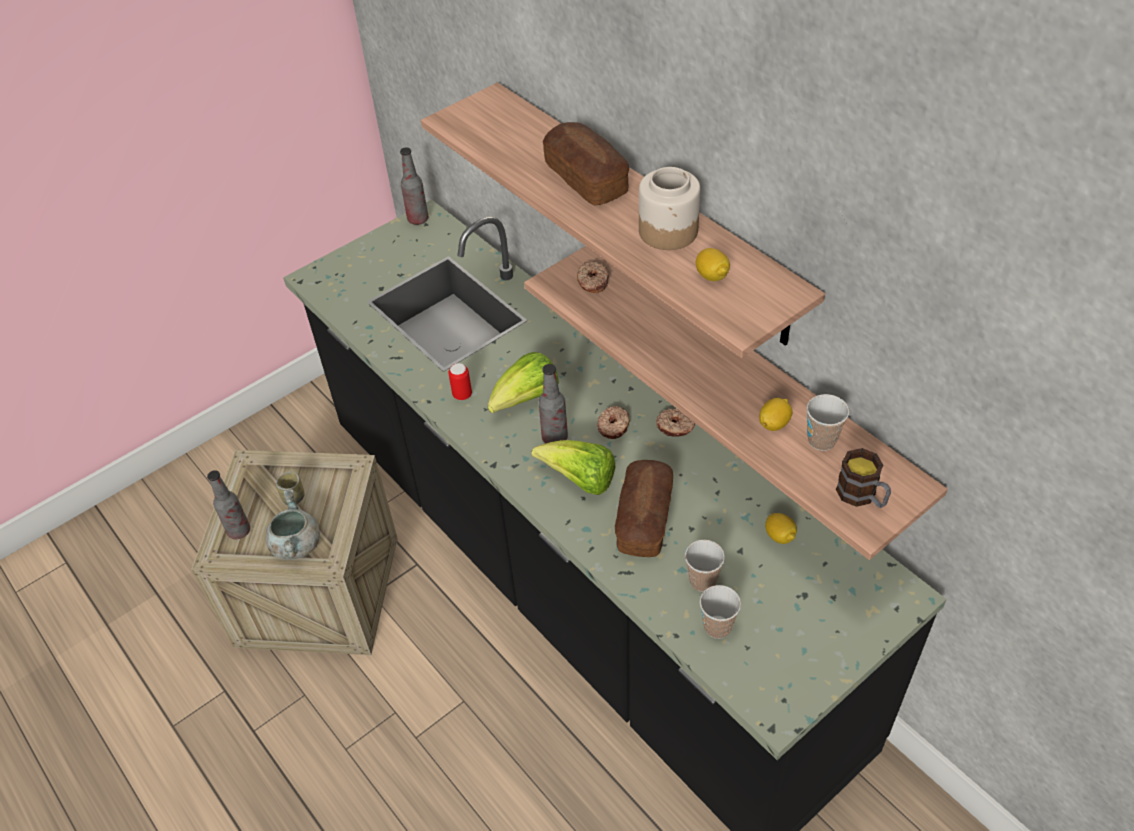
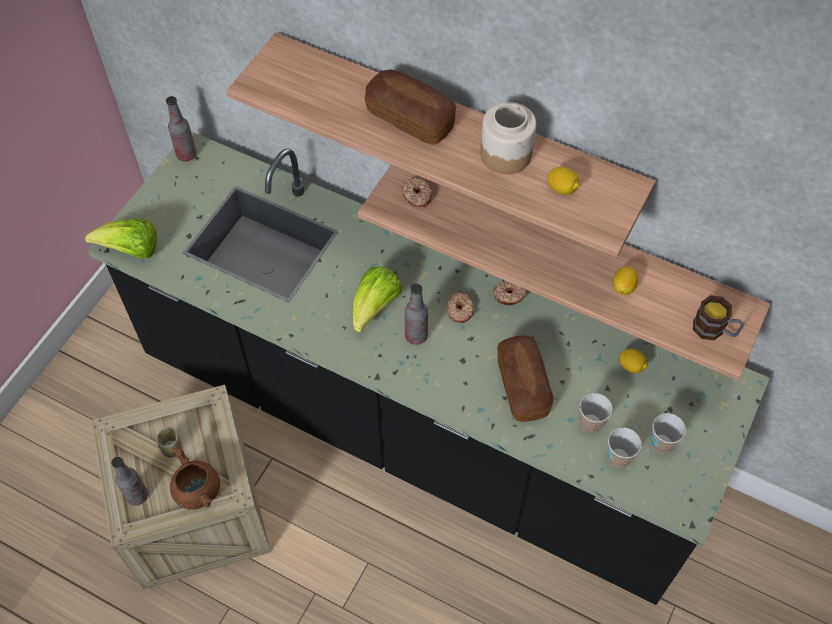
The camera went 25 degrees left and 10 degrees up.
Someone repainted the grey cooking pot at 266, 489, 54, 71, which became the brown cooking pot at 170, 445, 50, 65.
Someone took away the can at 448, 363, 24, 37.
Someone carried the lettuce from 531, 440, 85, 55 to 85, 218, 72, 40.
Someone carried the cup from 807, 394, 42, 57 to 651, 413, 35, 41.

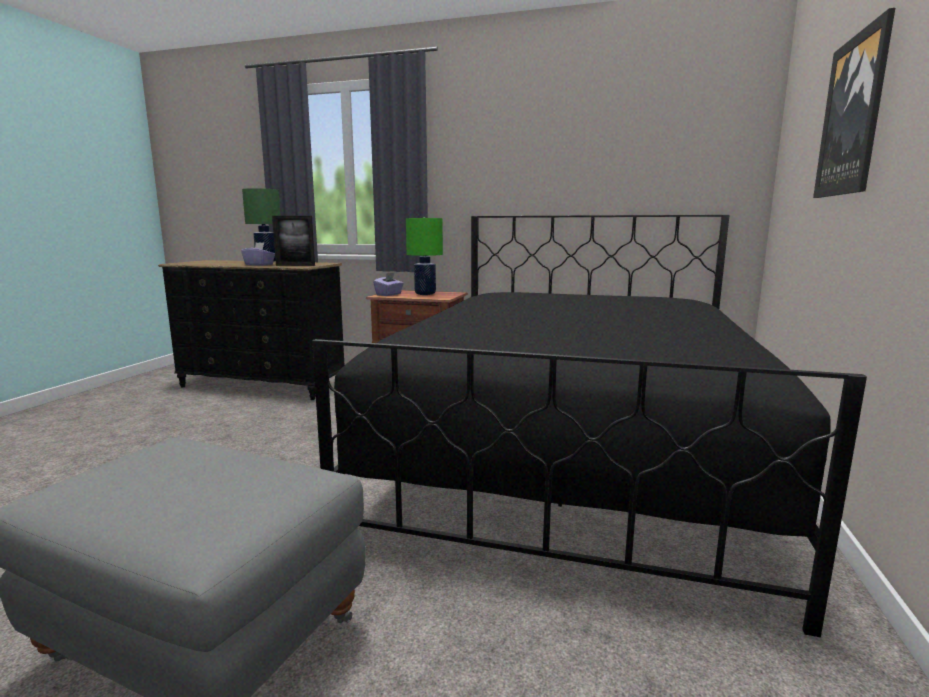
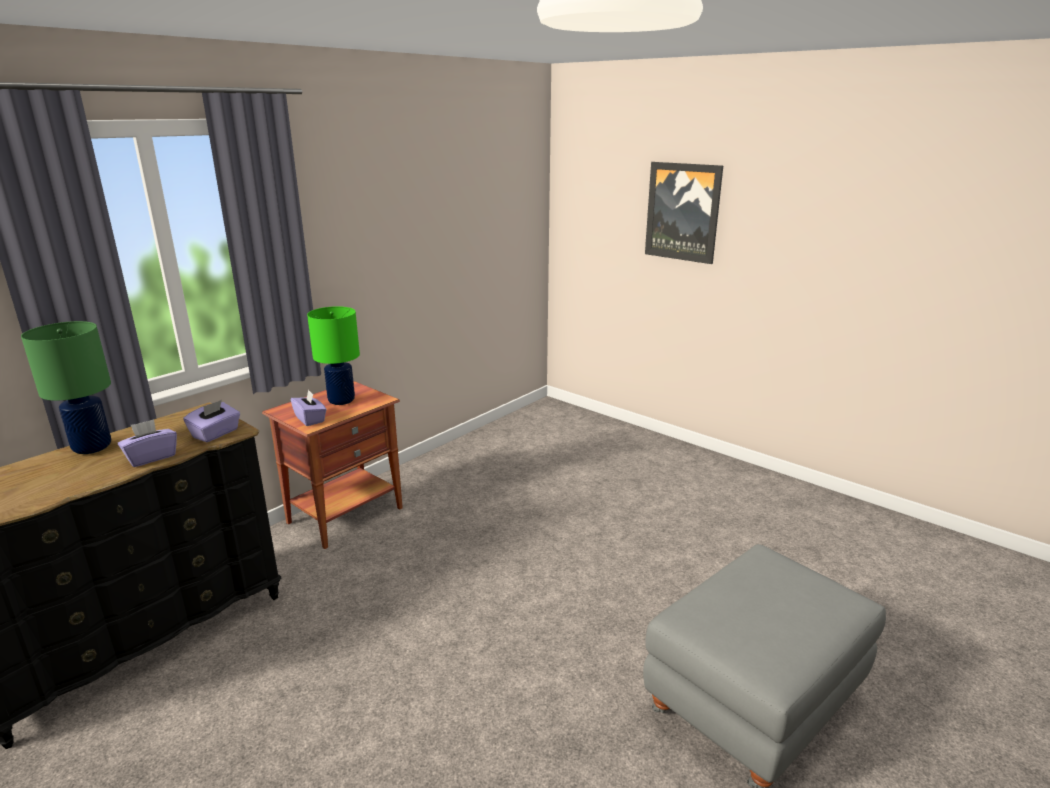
The camera went 65 degrees left and 10 degrees up.
Someone swapped the picture frame at 272, 216, 43, 50 for the purple tissue box at 183, 400, 57, 42.
Someone took away the black bed at 312, 215, 555, 422.

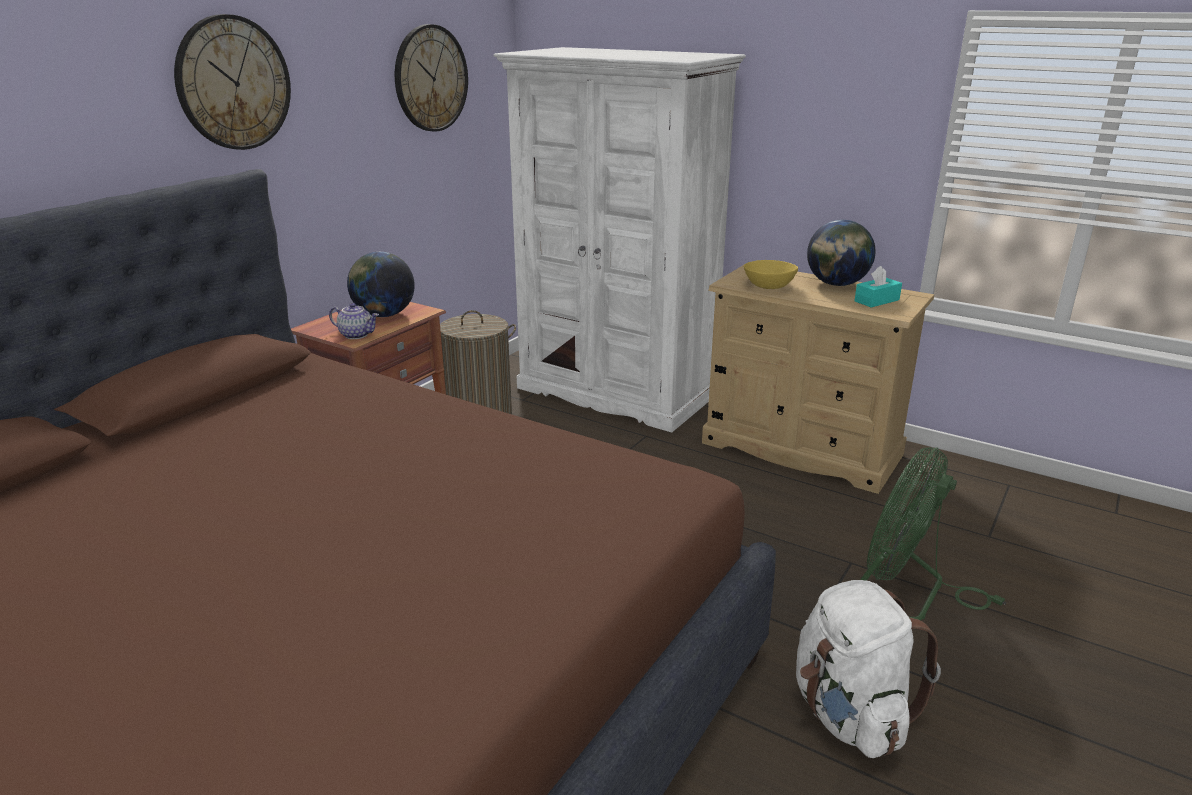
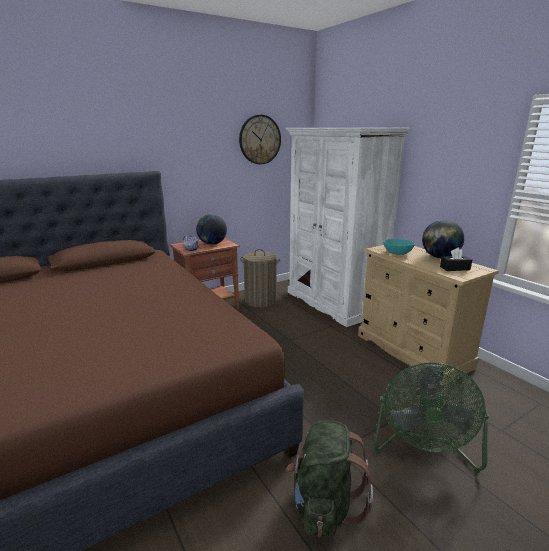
The camera went 25 degrees right and 5 degrees down.
Someone took away the wall clock at 174, 14, 117, 136.
Someone repainted the yellow bowl at 744, 260, 54, 29, which became the turquoise bowl at 383, 239, 32, 16.
Someone repainted the white backpack at 796, 580, 145, 178, which became the green backpack at 287, 420, 86, 117.
Someone repainted the turquoise tissue box at 855, 266, 47, 42, which became the black tissue box at 440, 248, 32, 23.
Someone rotated the green fan at 860, 447, 147, 173 by 135 degrees counterclockwise.

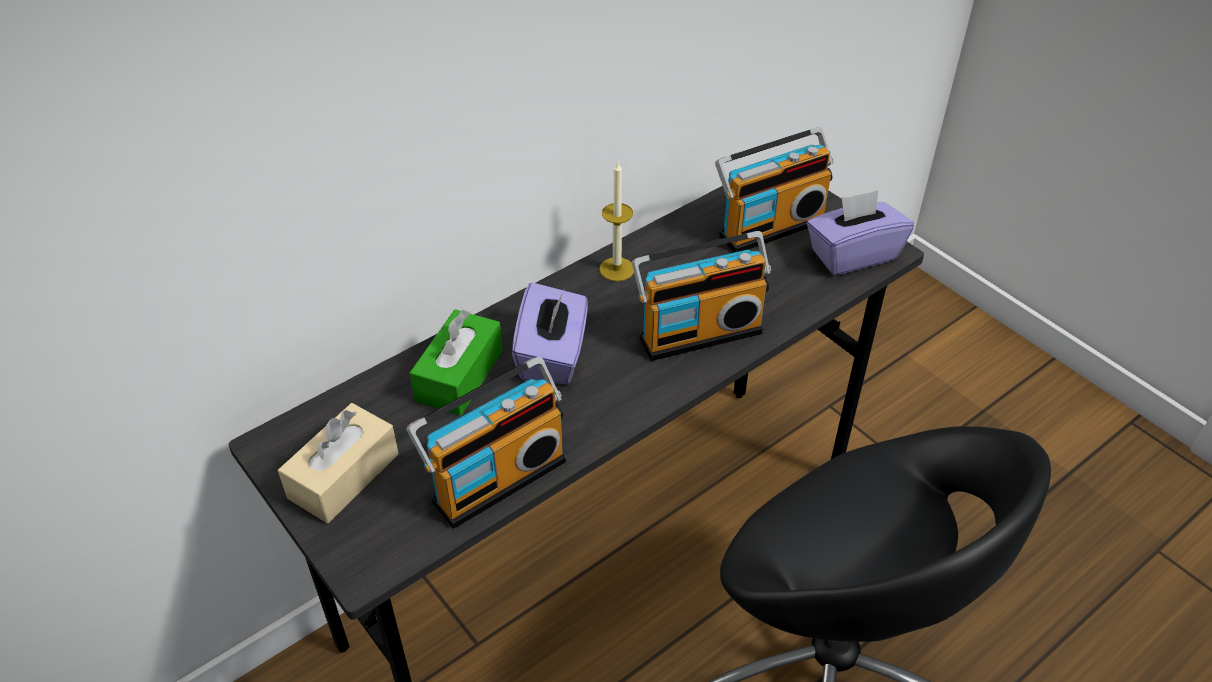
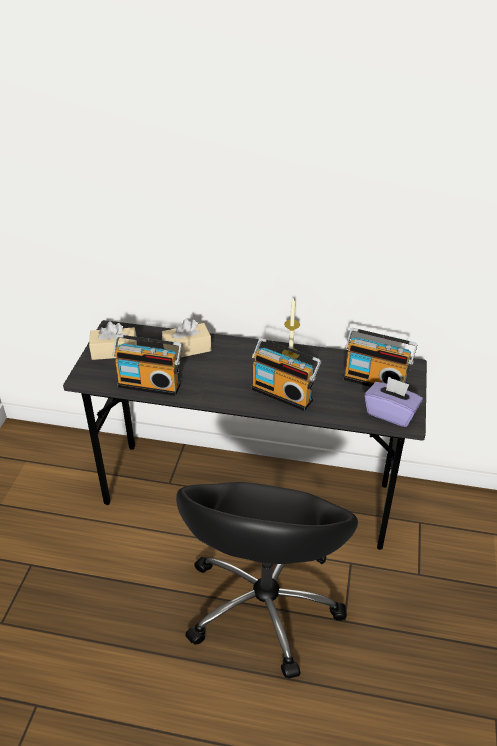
The camera went 50 degrees right and 5 degrees down.
Someone repainted the green tissue box at 410, 309, 93, 107, which became the beige tissue box at 162, 319, 49, 39.
Someone took away the purple tissue box at 512, 282, 76, 102.

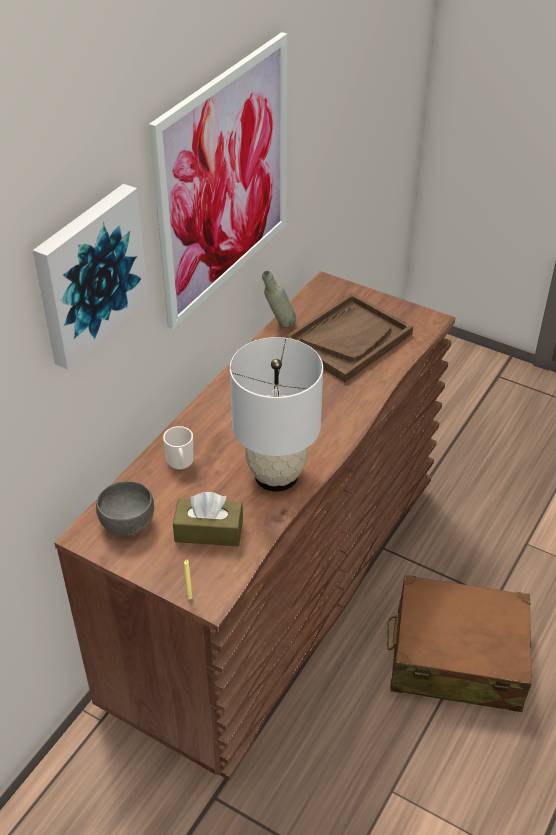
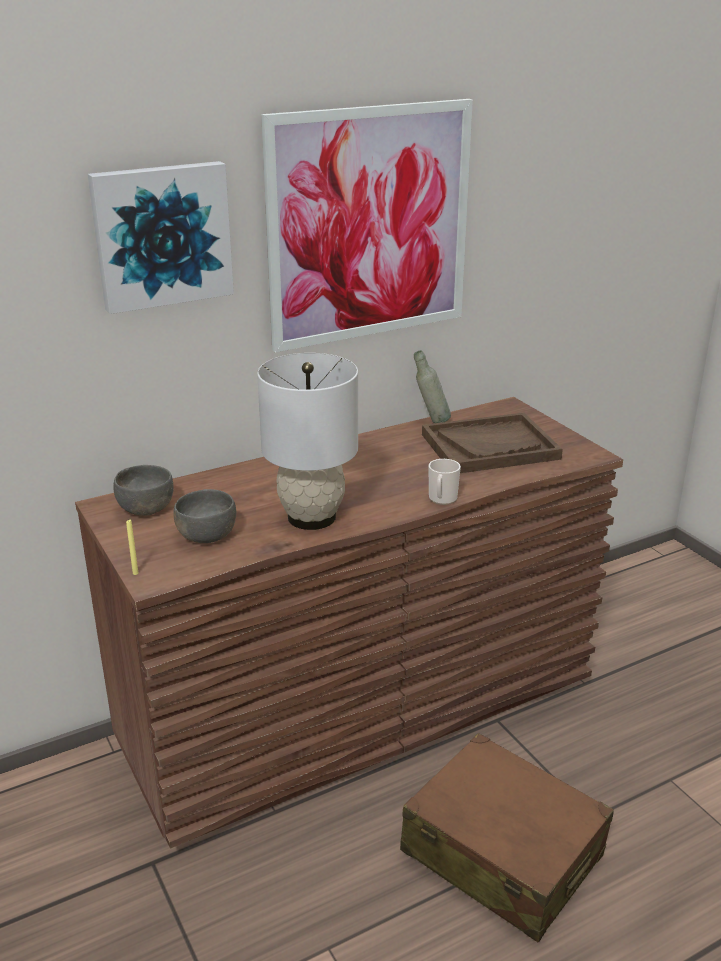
The camera went 30 degrees right and 15 degrees down.
Someone carried the mug from 163, 426, 31, 44 to 428, 459, 33, 46.
Someone swapped the brown tissue box at 173, 492, 70, 54 for the grey bowl at 173, 489, 63, 54.

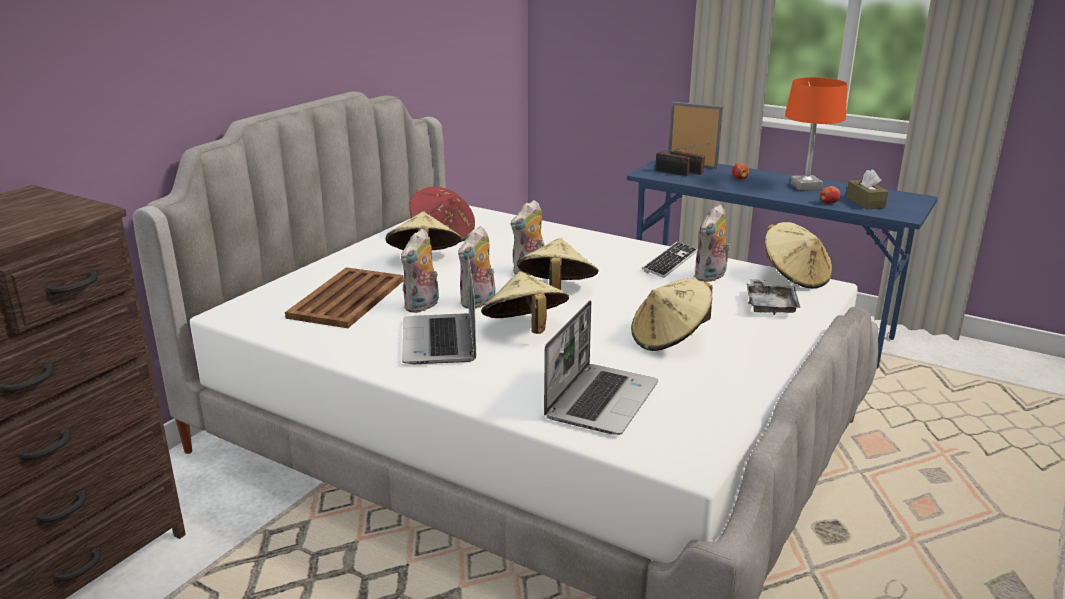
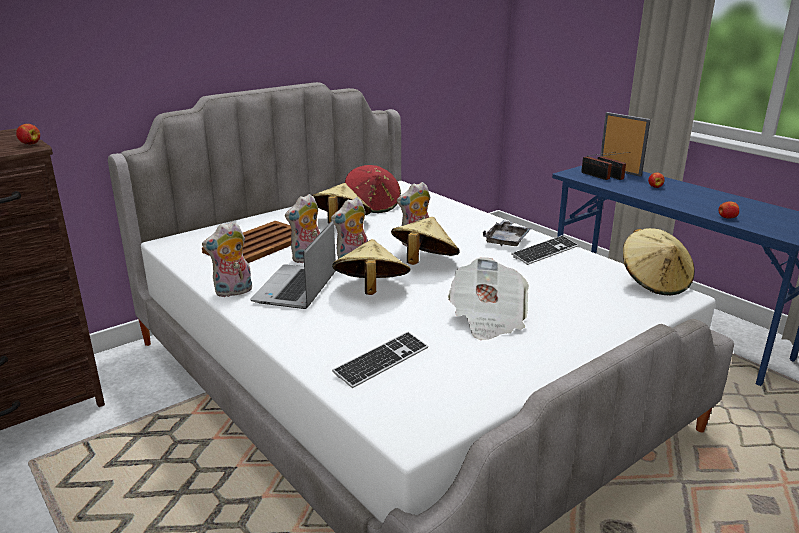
The camera went 20 degrees right and 0 degrees up.
Someone swapped the laptop at 544, 300, 114, 135 for the keyboard at 332, 332, 96, 56.
Someone swapped the beige hat at 631, 278, 81, 73 for the newspaper at 448, 257, 81, 83.
Someone carried the plush toy from 694, 204, 37, 78 to 202, 221, 50, 77.
Someone carried the grey tray from 747, 279, 53, 36 to 483, 220, 49, 26.
Someone took away the orange table lamp at 785, 77, 62, 114.
Someone took away the brown tissue box at 846, 169, 42, 40.
Someone put down the apple at 16, 124, 24, 20.

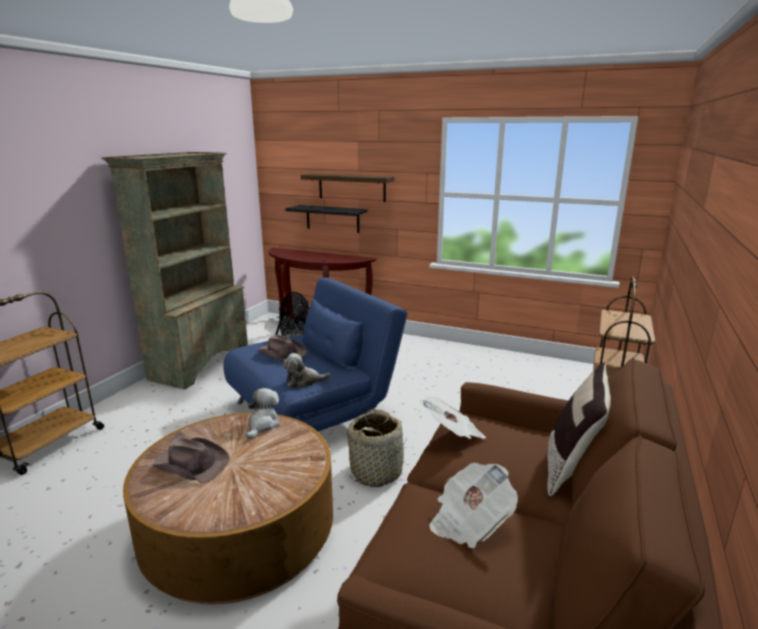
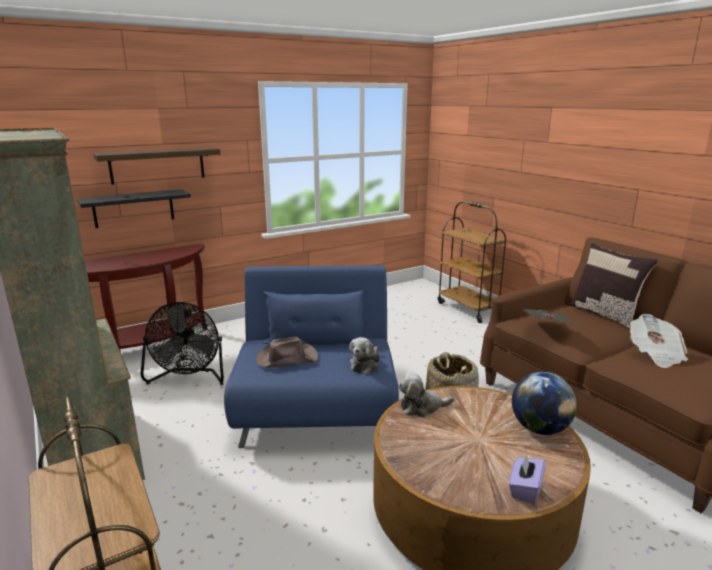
The camera went 55 degrees left and 0 degrees up.
Someone took away the brown hat at 153, 436, 77, 47.
Someone rotated the plush toy at 246, 388, 34, 52 by 60 degrees counterclockwise.
Someone put down the purple tissue box at 509, 454, 37, 50.
Someone put down the globe at 512, 372, 65, 63.

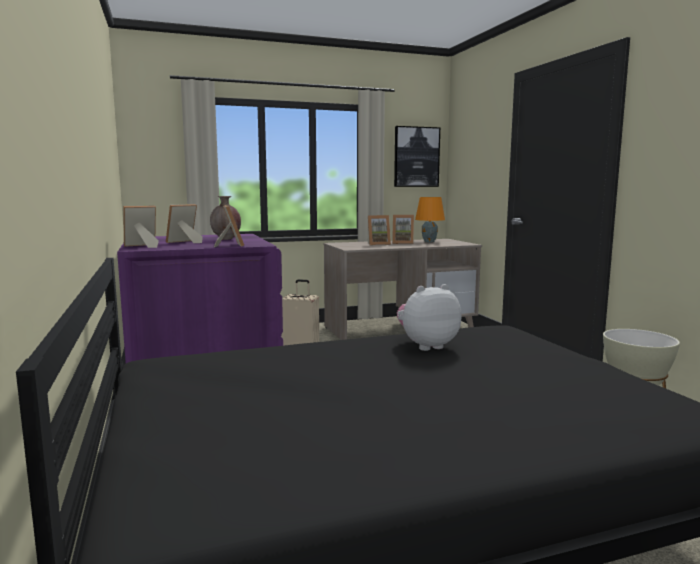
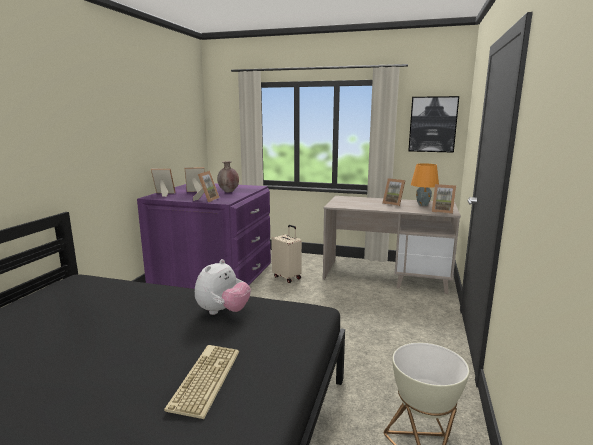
The camera went 35 degrees right and 5 degrees up.
Someone carried the picture frame from 367, 215, 24, 30 to 432, 184, 24, 30.
Someone rotated the plush toy at 397, 284, 65, 67 by 105 degrees clockwise.
Someone put down the keyboard at 164, 345, 75, 74.

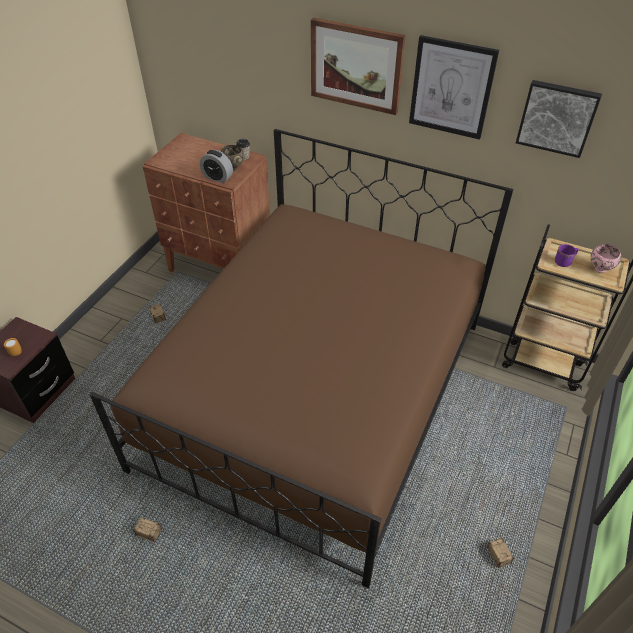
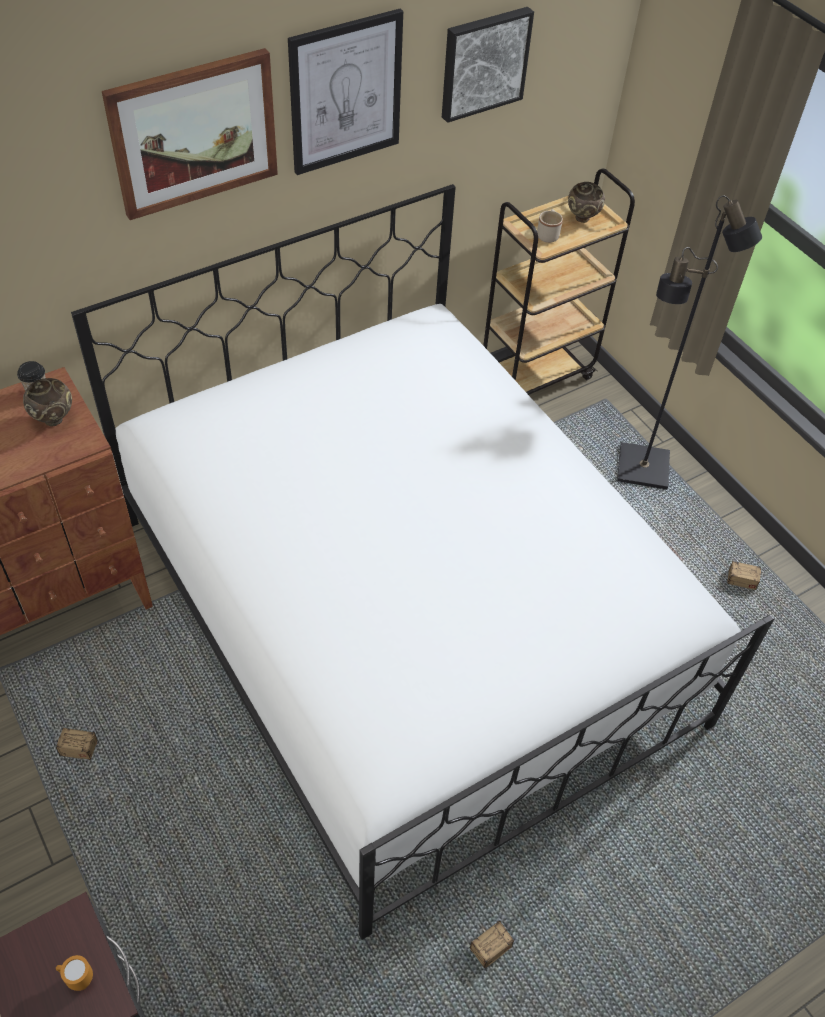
The camera went 60 degrees left and 5 degrees up.
Someone repainted the brown bed at 89, 129, 425, 459, which became the white bed at 71, 184, 704, 756.
Someone took away the alarm clock at 200, 150, 33, 33.
Someone repainted the purple mug at 555, 244, 24, 23, which became the beige mug at 537, 209, 26, 34.
Someone repainted the pink bowl at 591, 244, 30, 29, which became the brown bowl at 568, 182, 37, 41.
Someone put down the black floor lamp at 617, 195, 145, 294.

